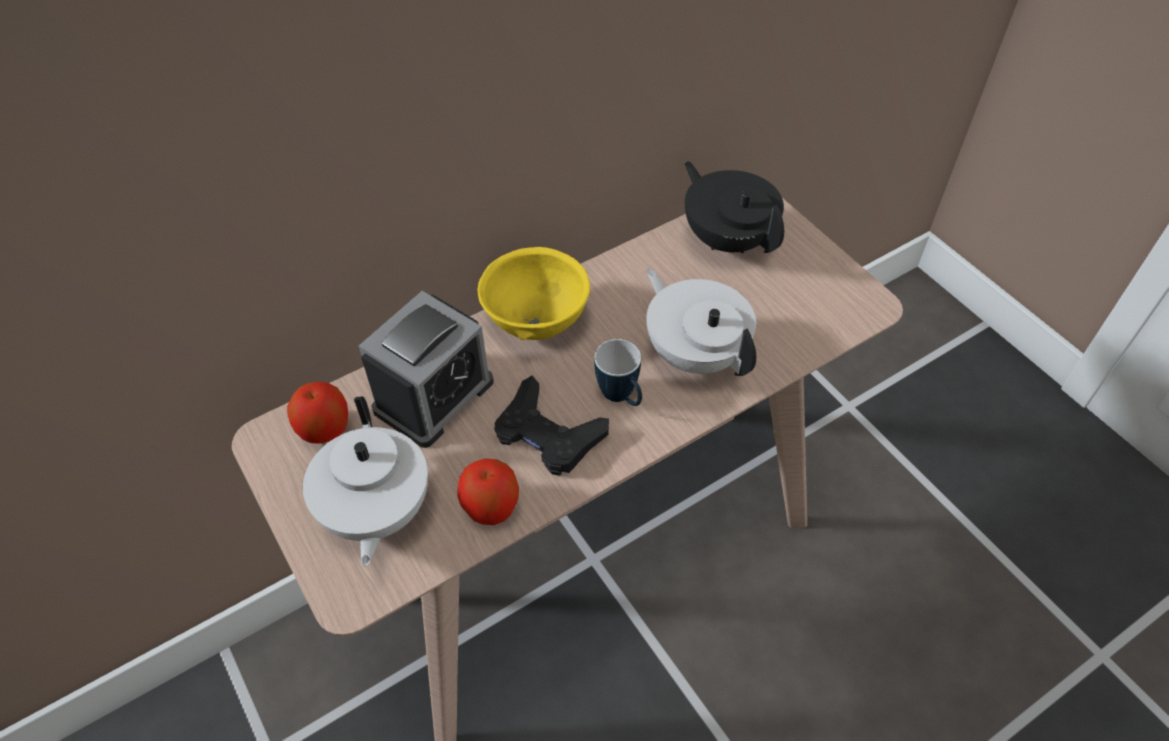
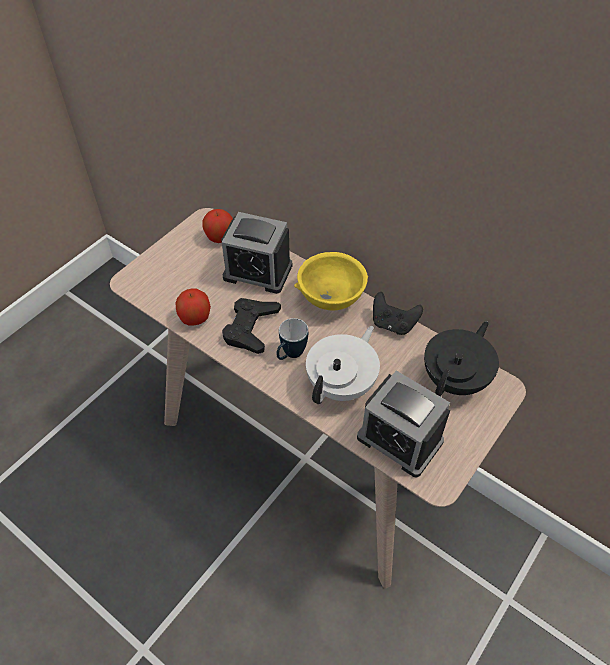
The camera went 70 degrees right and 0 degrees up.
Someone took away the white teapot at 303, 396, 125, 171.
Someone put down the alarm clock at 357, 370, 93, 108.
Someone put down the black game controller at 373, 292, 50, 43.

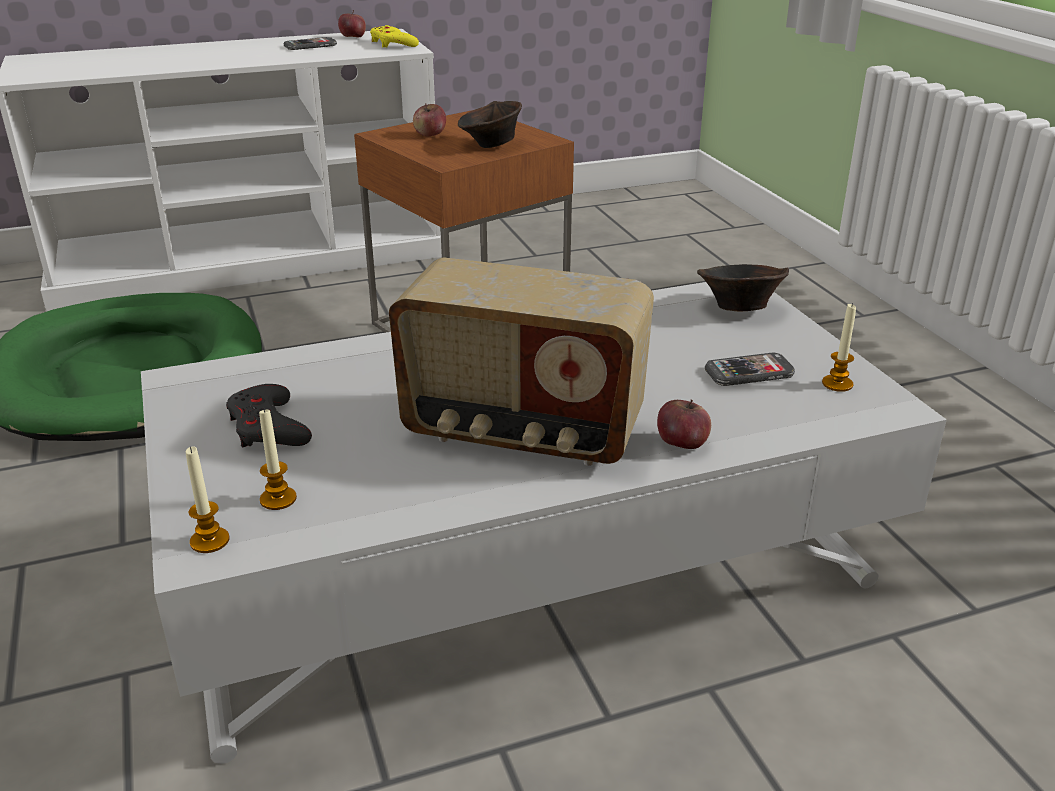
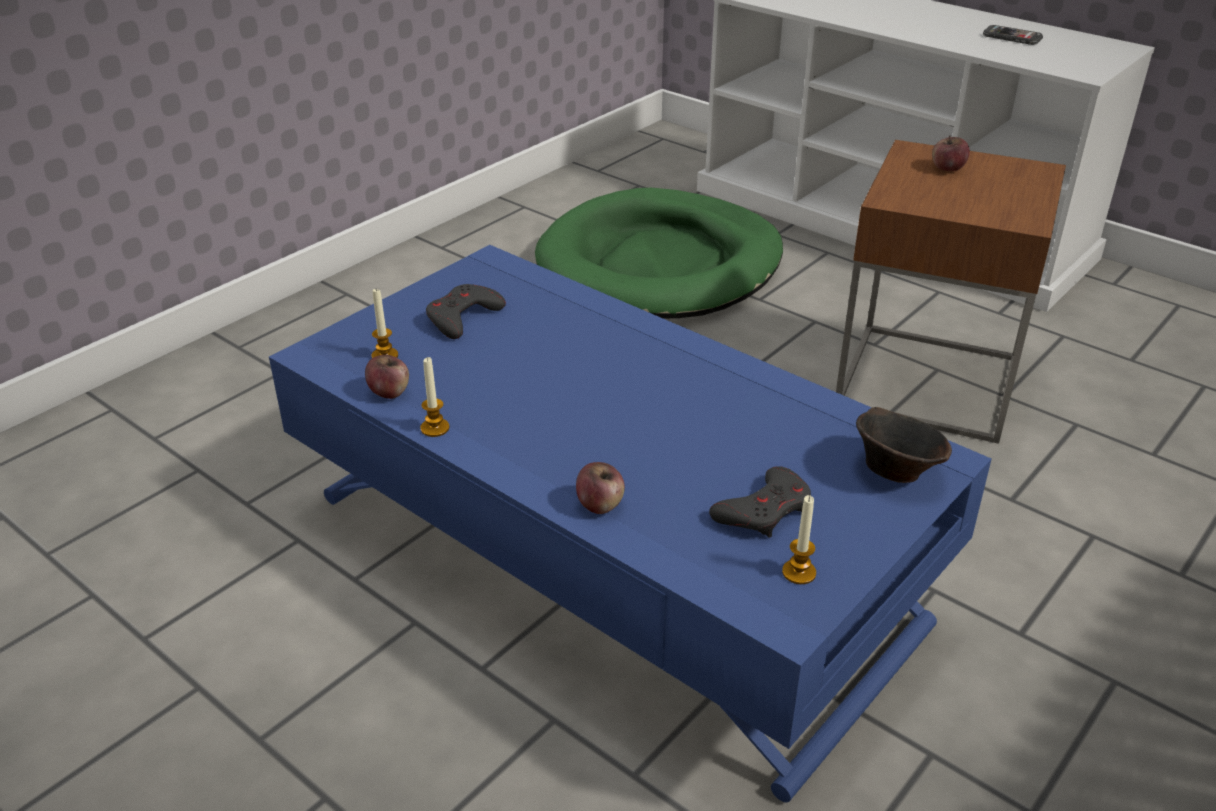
The camera went 60 degrees right and 5 degrees up.
Someone repainted the white coffee table at 141, 282, 806, 482, which became the blue coffee table at 269, 245, 722, 558.
Someone carried the candle from 186, 446, 43, 107 to 420, 357, 30, 80.
Someone carried the apple from 338, 10, 28, 28 to 365, 355, 44, 44.
Someone took away the yellow game controller at 370, 25, 49, 23.
Someone took away the radio at 389, 258, 265, 208.
Someone took away the brown bowl at 458, 101, 64, 47.
Someone swapped the phone at 705, 352, 90, 34 for the grey game controller at 709, 466, 102, 72.

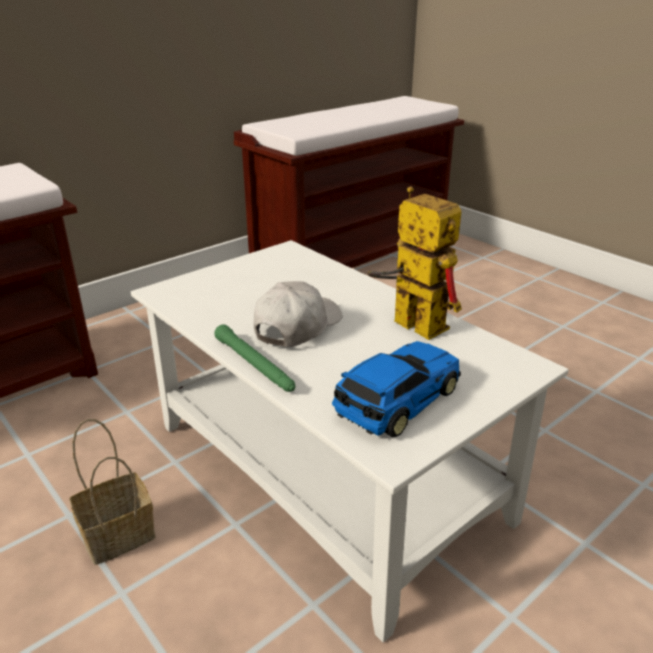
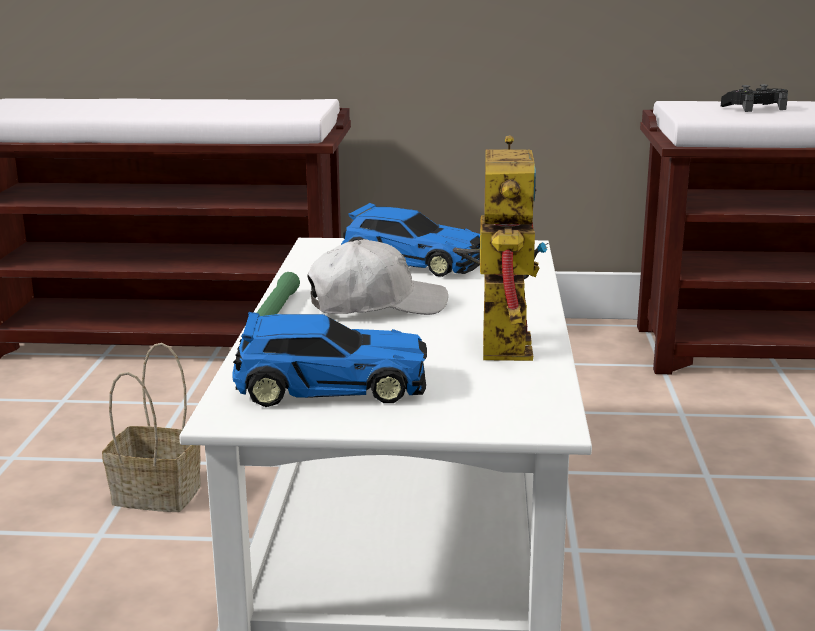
The camera went 45 degrees right and 10 degrees down.
Someone put down the toy car at 341, 203, 139, 74.
Someone put down the black game controller at 721, 84, 67, 28.

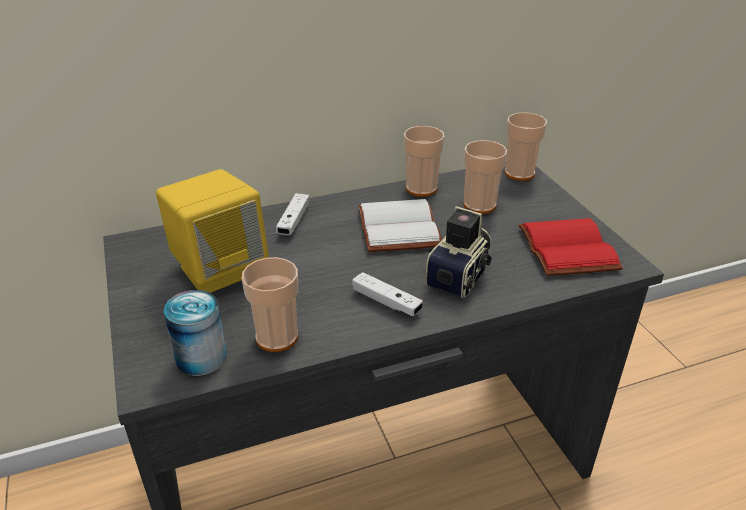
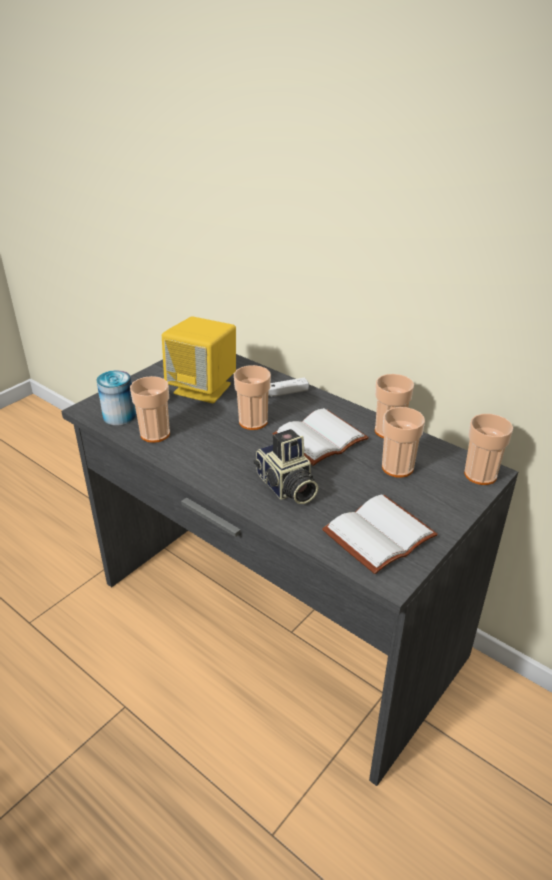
The camera went 60 degrees right and 0 degrees up.
Someone took away the white game controller at 352, 272, 71, 44.
Someone rotated the photo camera at 425, 206, 67, 92 by 60 degrees clockwise.
Someone repainted the red book at 519, 218, 104, 58, which became the white book at 322, 494, 116, 80.
Someone put down the cup at 234, 365, 37, 65.

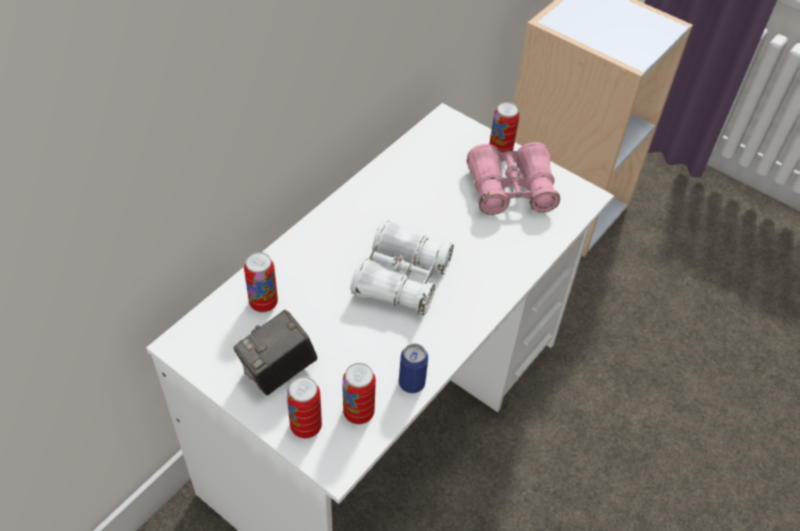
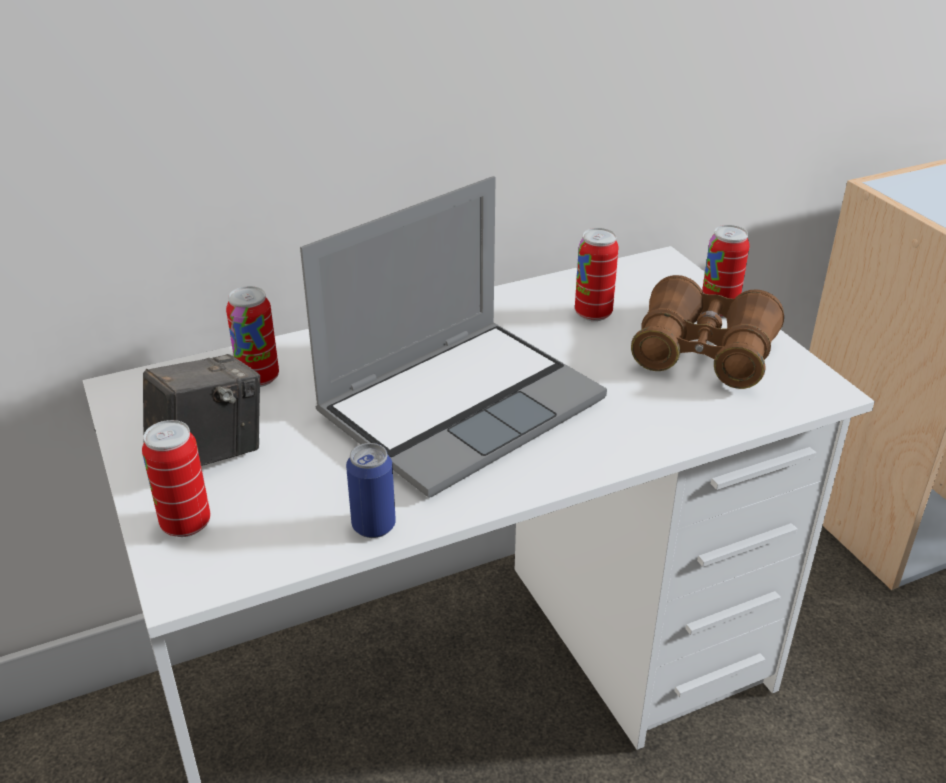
The camera went 30 degrees right and 15 degrees down.
Someone rotated the photo camera at 234, 310, 83, 85 by 150 degrees clockwise.
Someone carried the can from 343, 363, 33, 61 to 575, 228, 44, 93.
Someone swapped the white binoculars at 351, 220, 102, 95 for the laptop at 300, 176, 307, 322.
Someone repainted the pink binoculars at 467, 142, 93, 73, which became the brown binoculars at 631, 275, 153, 114.

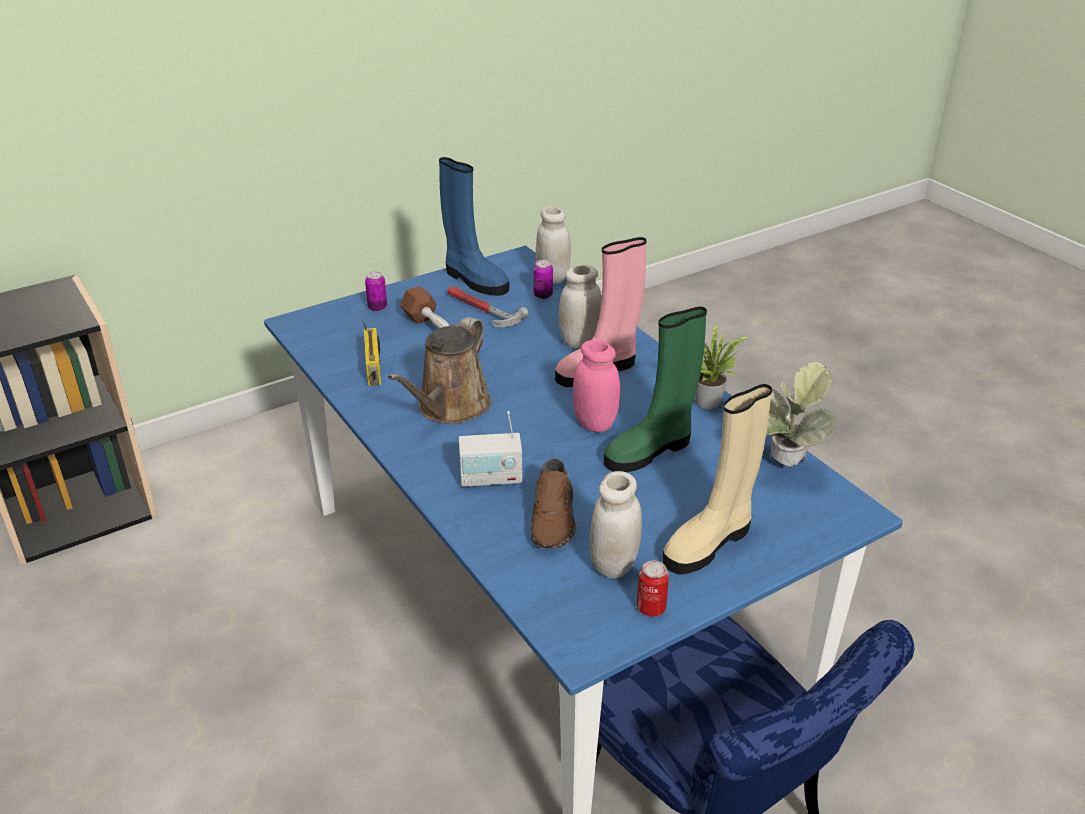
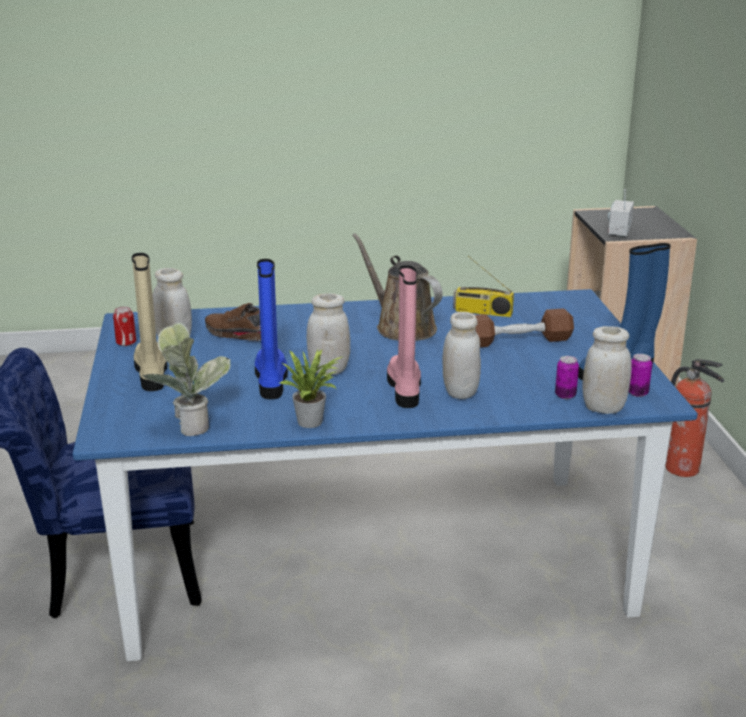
The camera went 115 degrees right and 10 degrees down.
Someone carried the can from 365, 271, 22, 40 to 629, 354, 23, 43.
Someone took away the hammer at 447, 287, 81, 40.
Someone carried the radio from 459, 411, 63, 77 to 608, 189, 26, 48.
Someone repainted the pink jar at 573, 340, 47, 92, which became the white jar at 307, 294, 43, 81.
Someone repainted the green boot at 604, 307, 103, 165, which became the blue boot at 255, 259, 33, 140.
Someone put down the fire extinguisher at 665, 359, 59, 118.

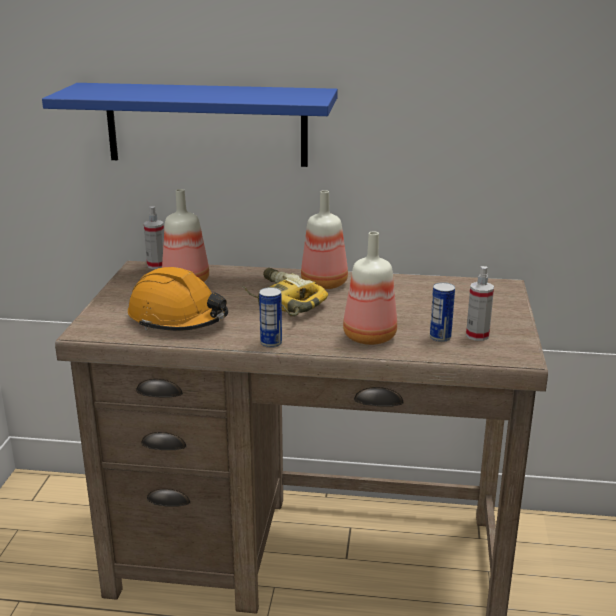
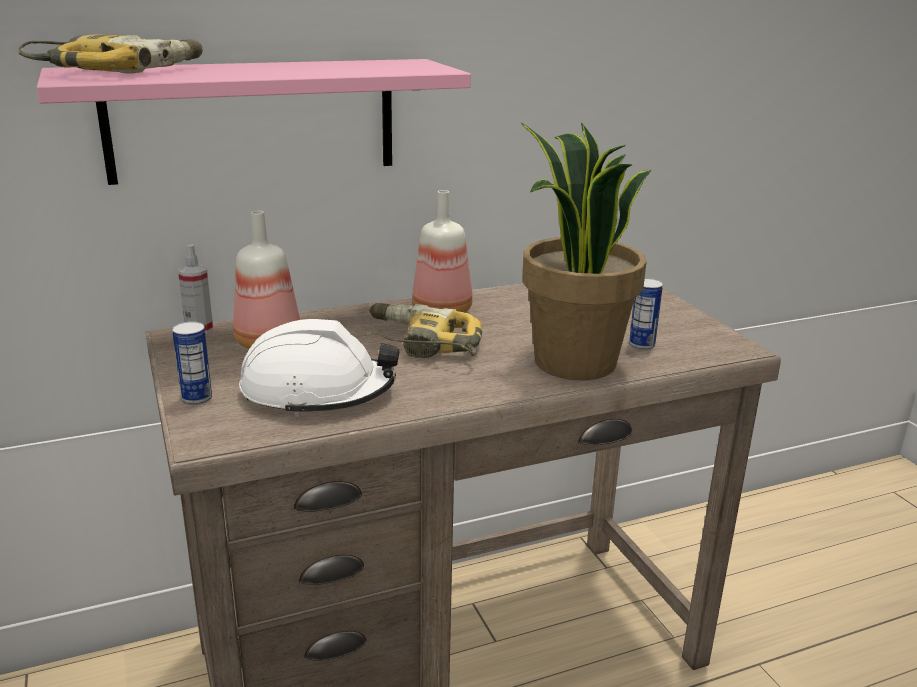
The camera went 30 degrees left and 0 degrees up.
Someone repainted the blue shelf at 42, 83, 296, 84, which became the pink shelf at 37, 59, 434, 126.
Someone repainted the orange hard hat at 128, 267, 100, 64, which became the white hard hat at 239, 319, 161, 98.
Someone carried the can from 259, 287, 23, 61 to 172, 321, 40, 84.
Someone swapped the bottle at 343, 231, 54, 114 for the potted plant at 521, 123, 130, 257.
Someone took away the spray bottle at 466, 266, 28, 75.
Someone put down the power drill at 19, 34, 183, 39.

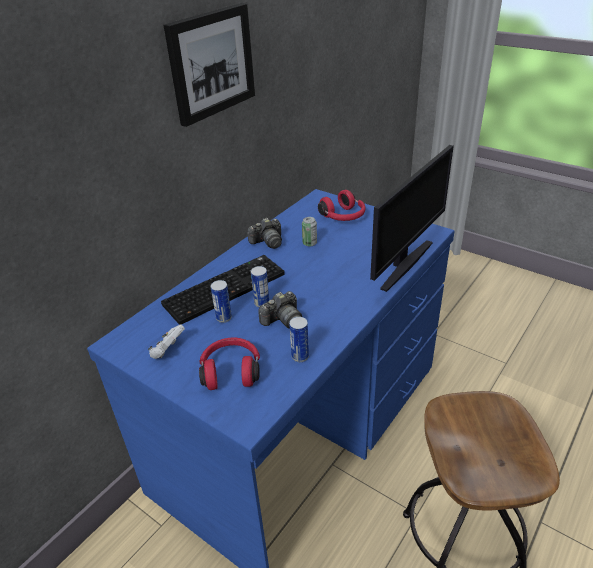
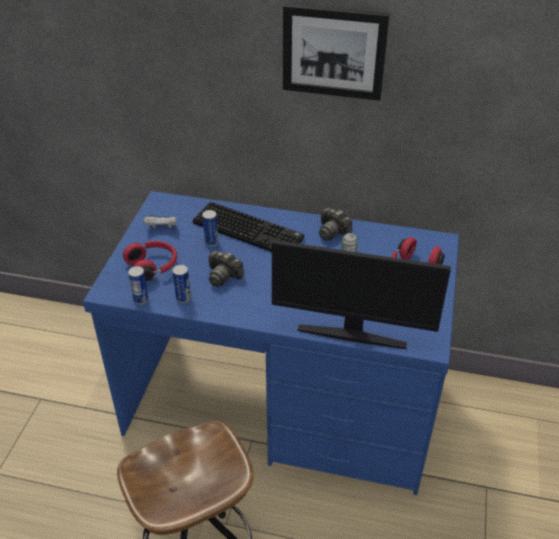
The camera went 65 degrees right and 5 degrees up.
Someone carried the can from 251, 266, 18, 41 to 128, 266, 21, 39.

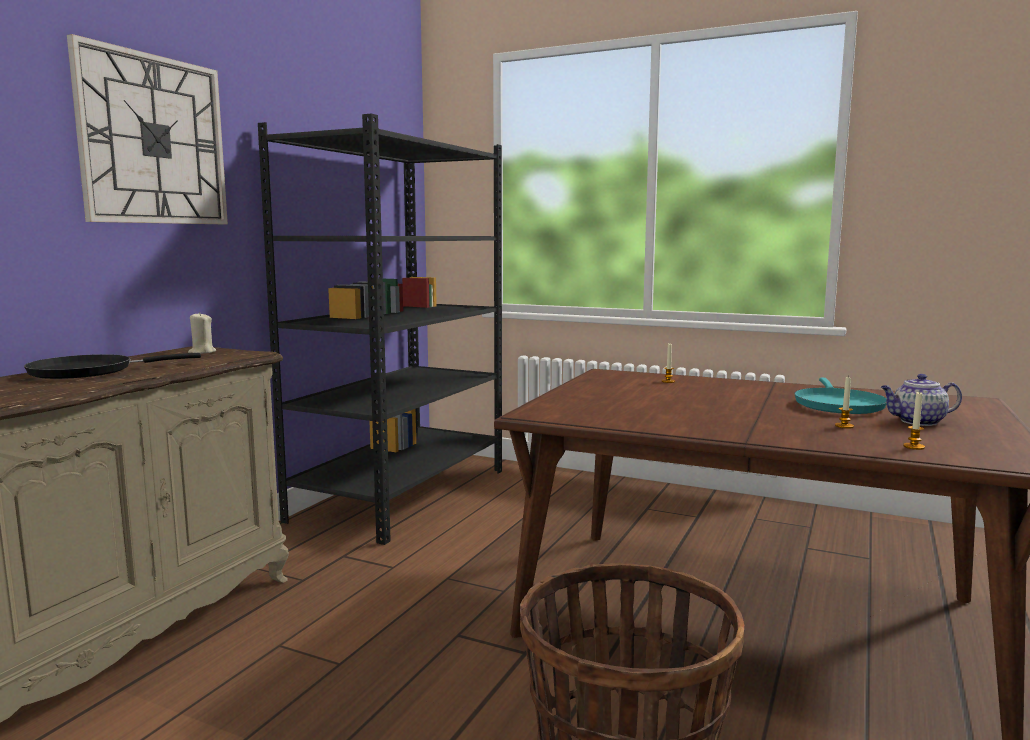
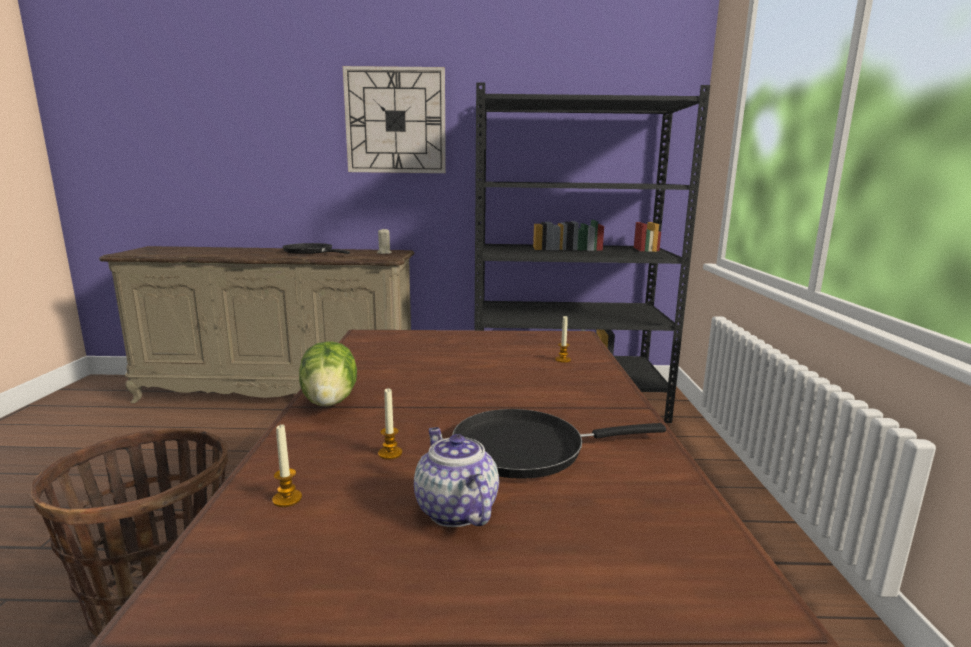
The camera went 65 degrees right and 5 degrees up.
Someone repainted the turquoise frying pan at 794, 378, 93, 36, which became the black frying pan at 452, 409, 214, 70.
Someone put down the lettuce at 299, 341, 58, 65.

